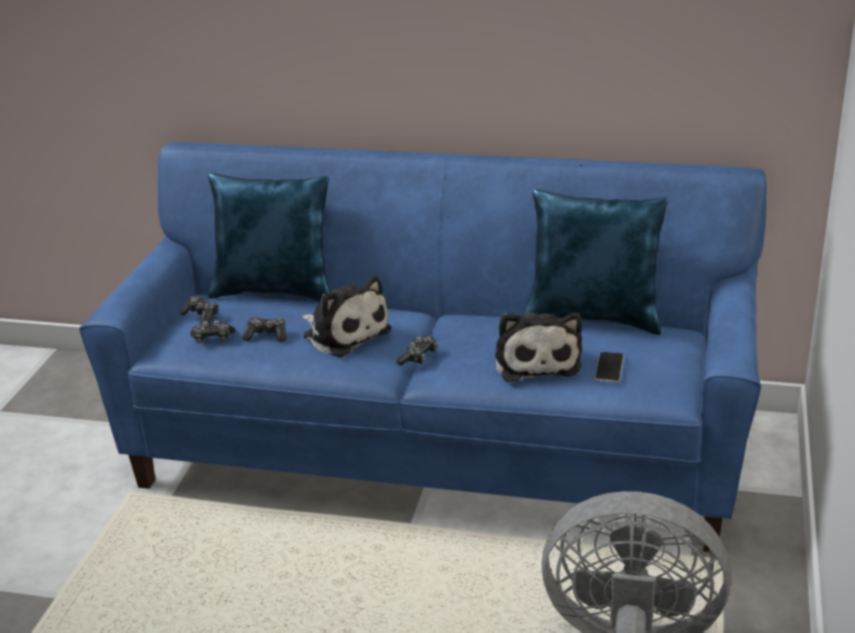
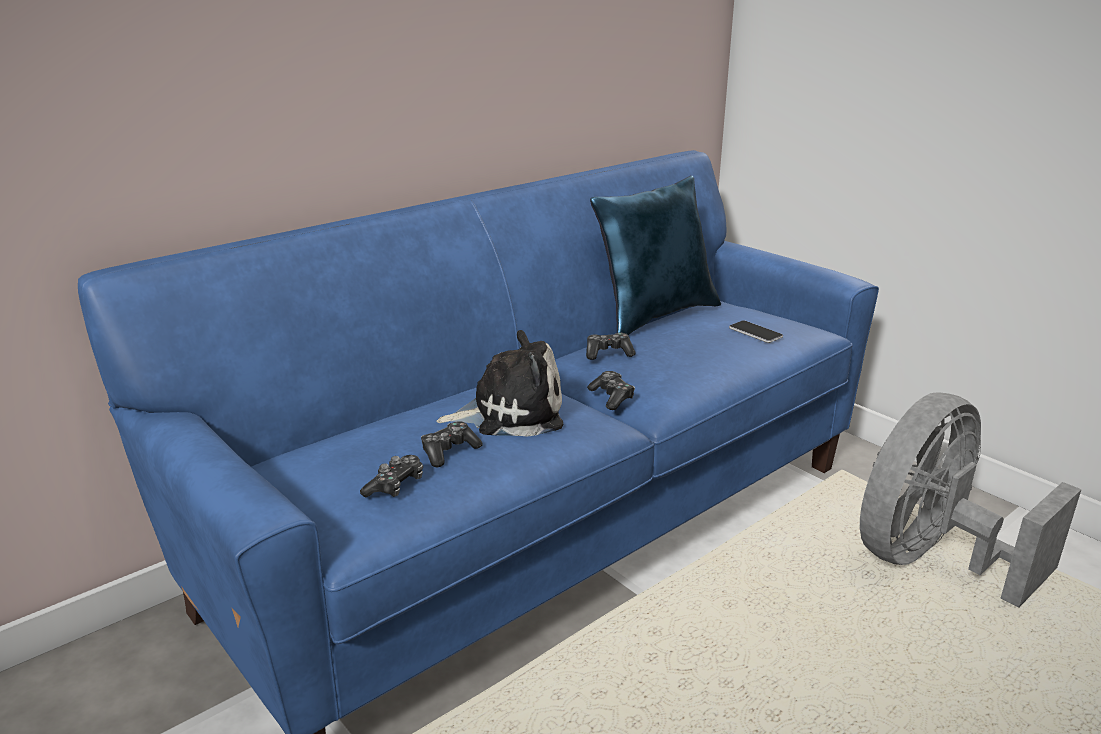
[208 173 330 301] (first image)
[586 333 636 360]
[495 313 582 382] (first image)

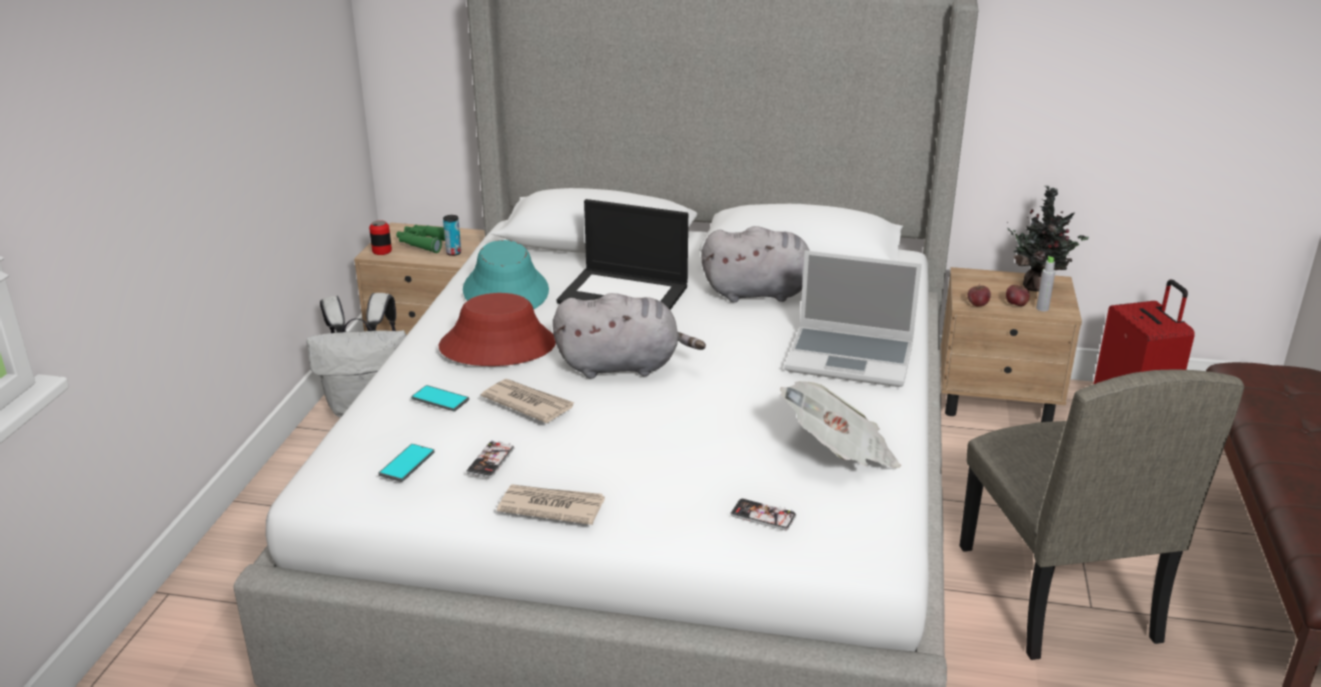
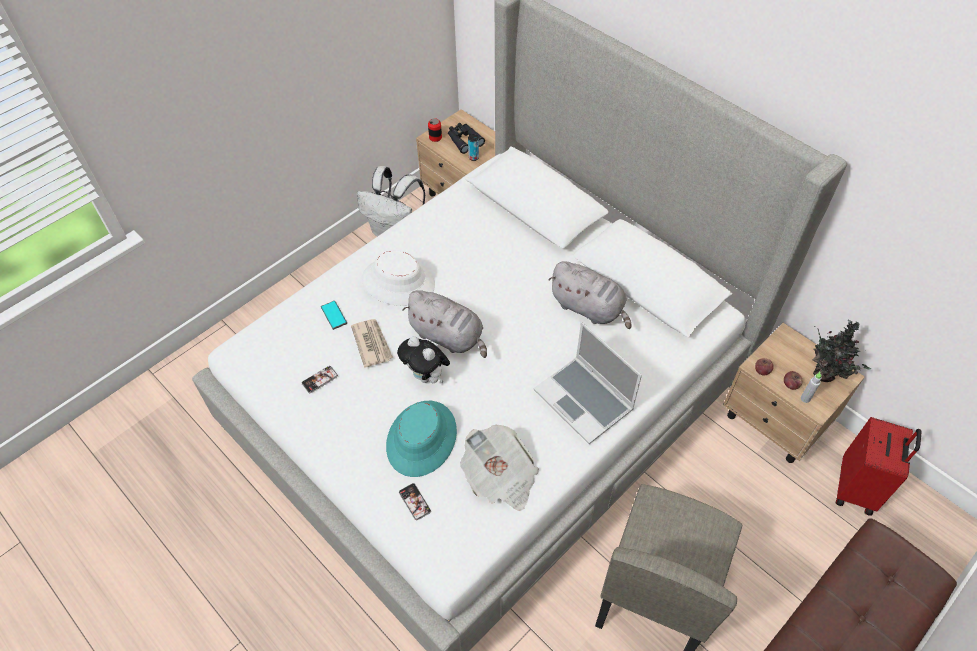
[557 199 688 310] (first image)
[448 123 485 154]
[386 401 457 477]
[362 251 435 306]
[379 444 435 482] (first image)
[497 485 605 525] (first image)
[397 336 450 383]

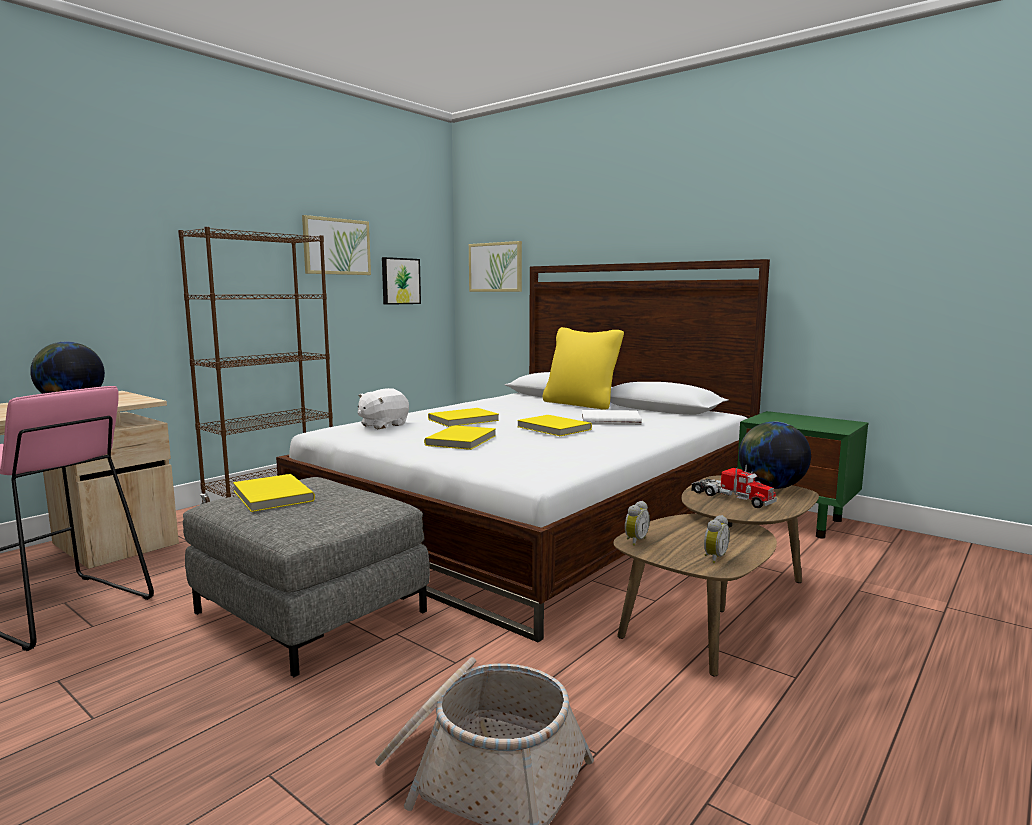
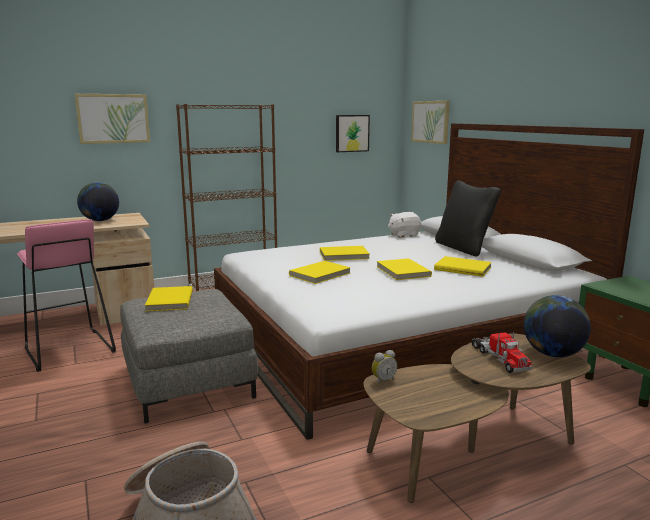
[75 94 150 144]
[435 180 501 256]
[388 212 421 238]
[434 256 492 277]
[704 515 730 563] (first image)

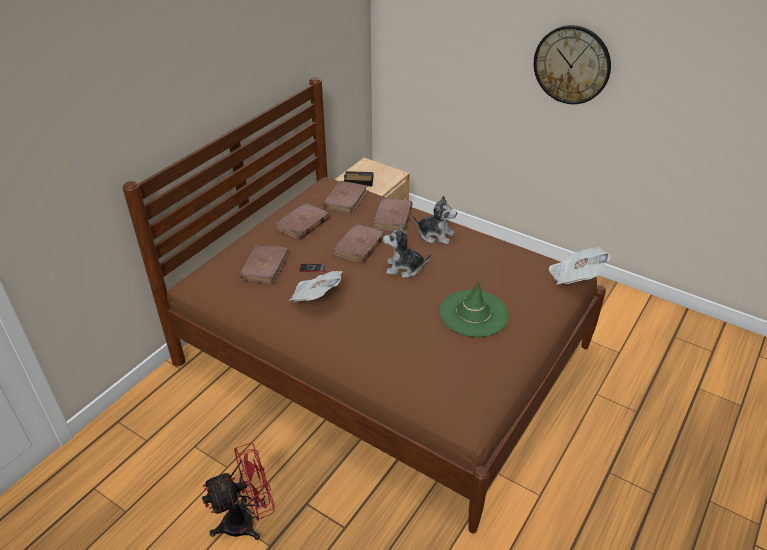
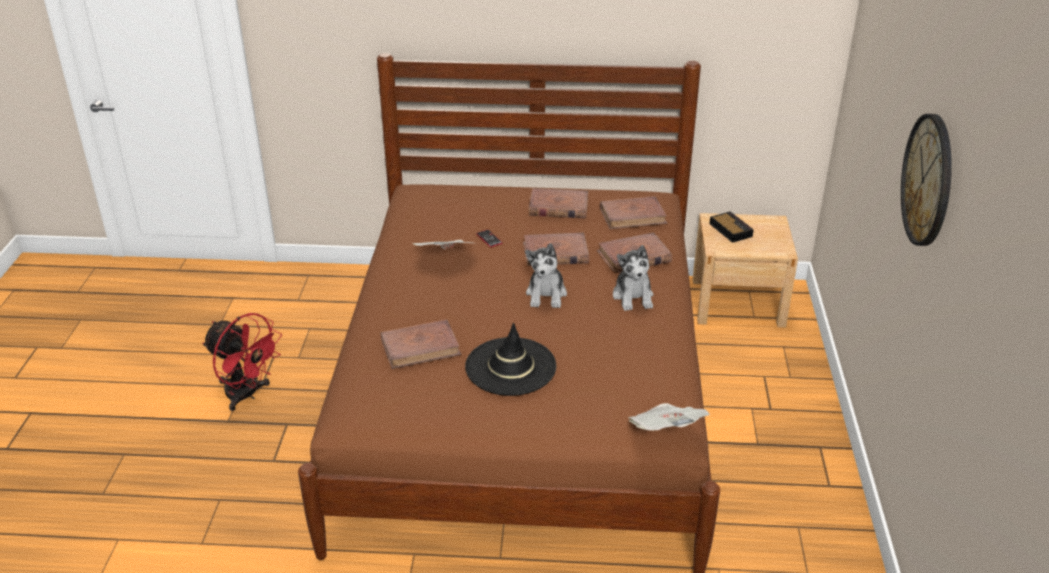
[525 243 567 308]
[381 319 461 369]
[465 323 556 396]

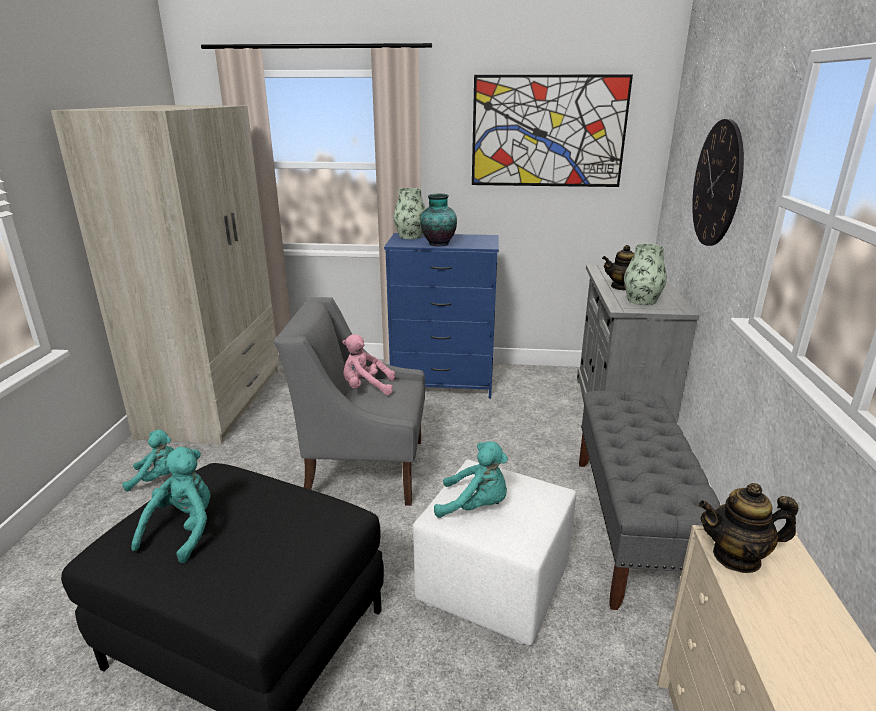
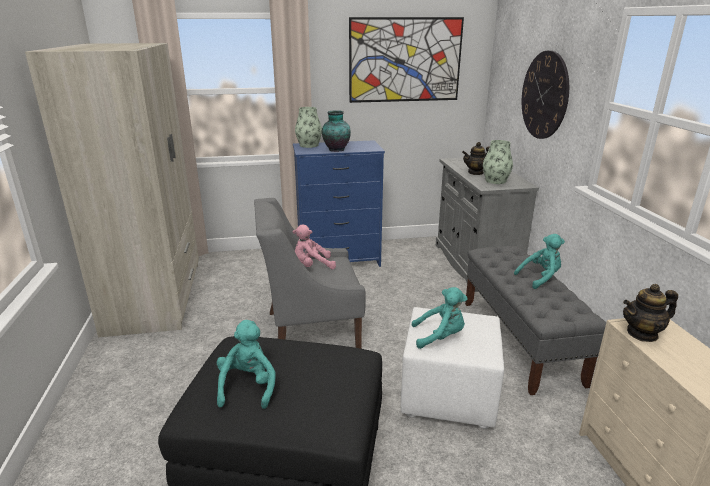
[514 234 565 289]

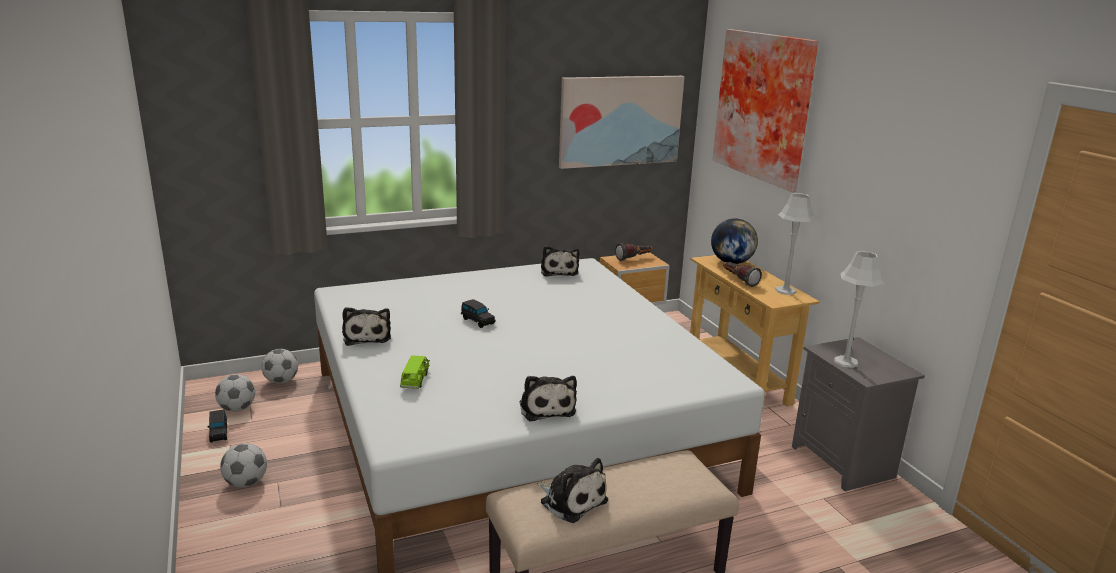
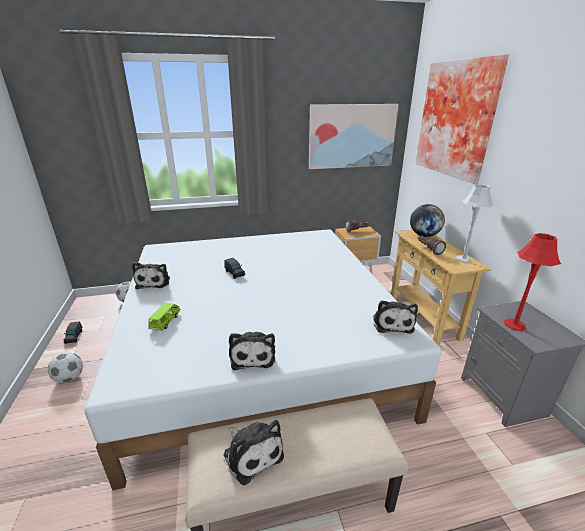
[373 300 418 334]
[504 233 561 331]
[215 374 255 412] (first image)

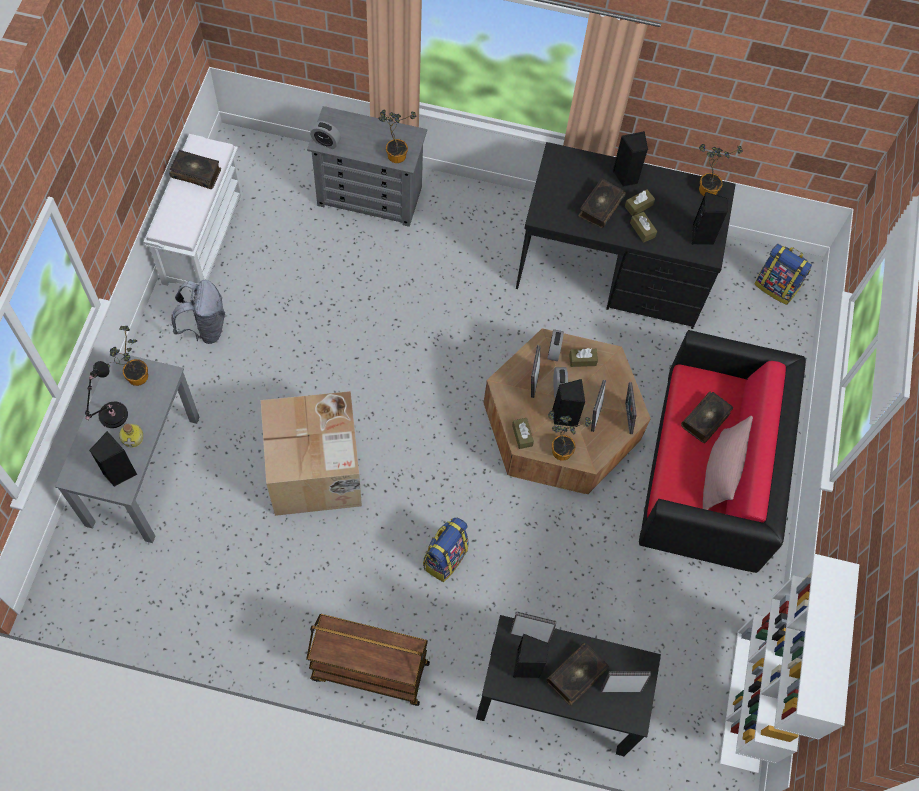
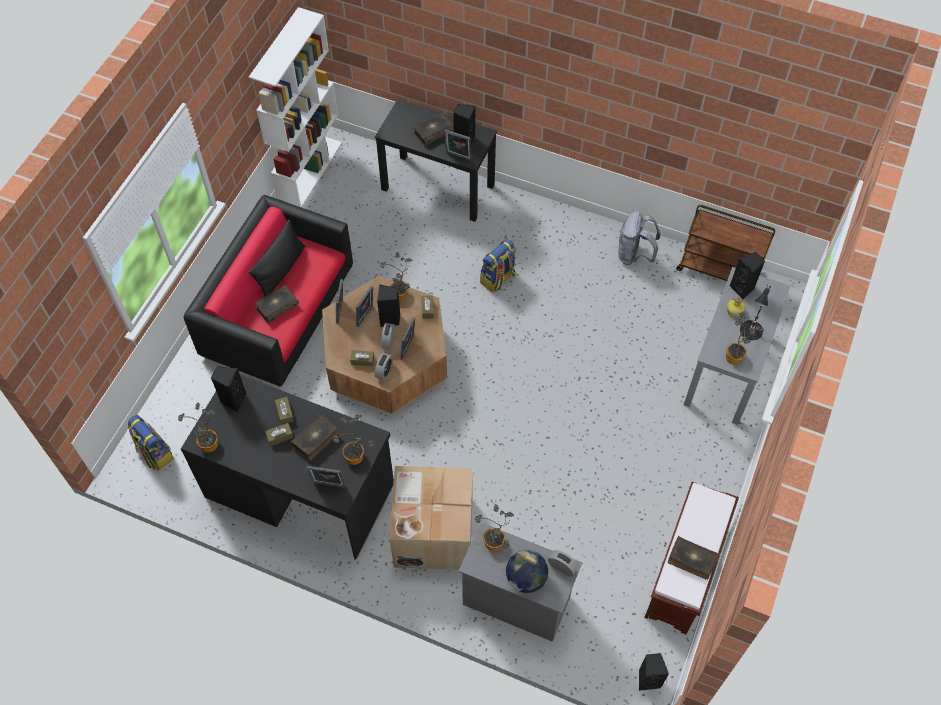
[639 653 669 691]
[644 482 739 634]
[618 211 661 265]
[389 466 473 570]
[249 220 305 297]
[676 205 775 281]
[307 466 345 488]
[333 415 374 465]
[506 550 548 593]

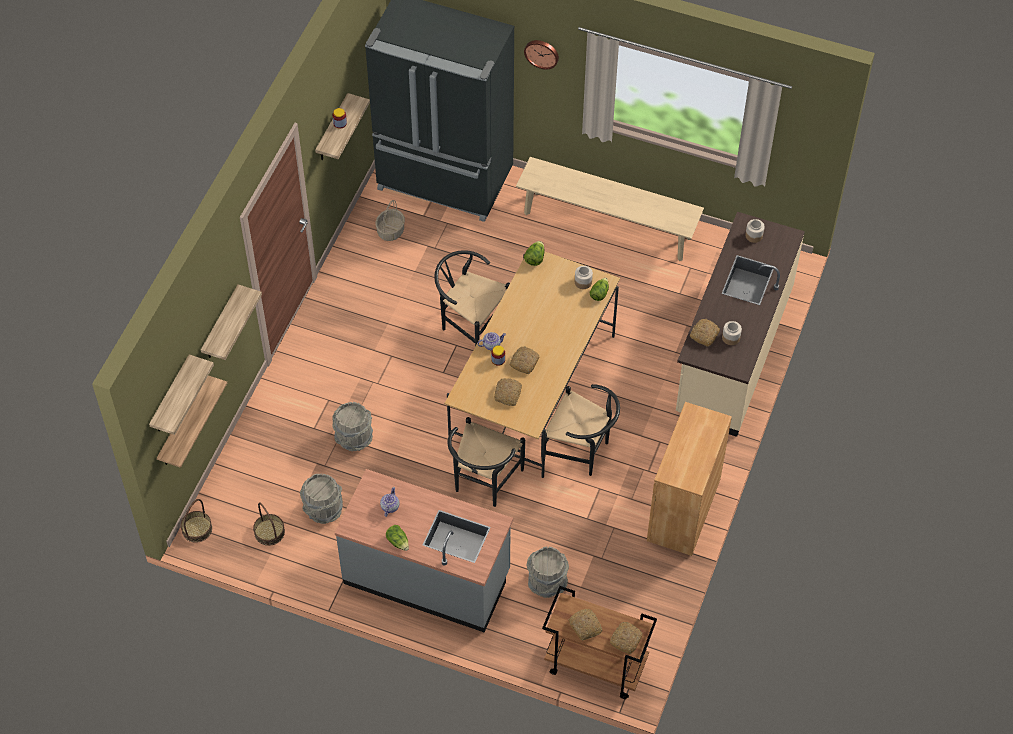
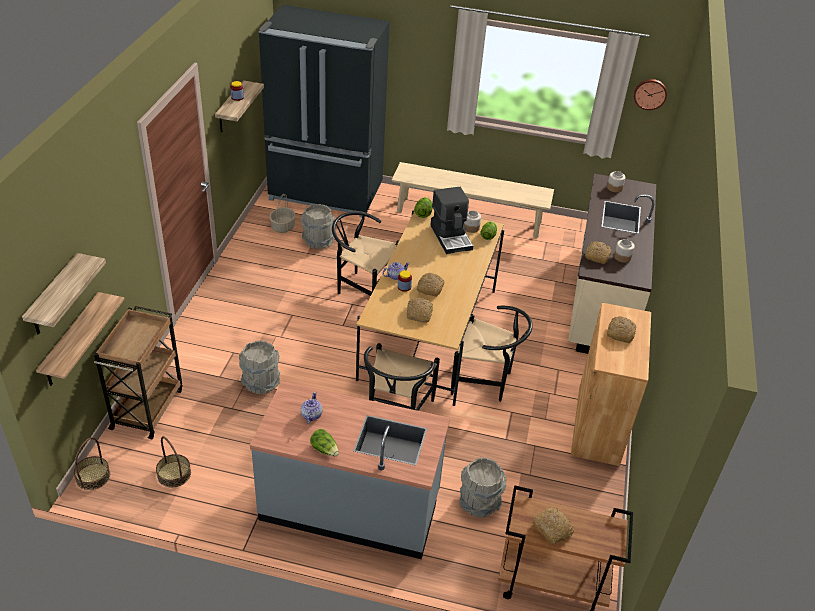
[634 79 667 110]
[201 284 262 360] (first image)
[300 204 335 249]
[607 316 636 343]
[430 187 473 254]
[94 306 183 439]

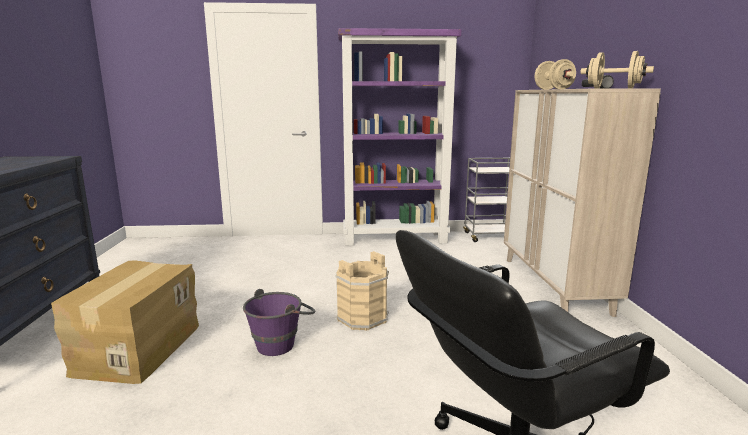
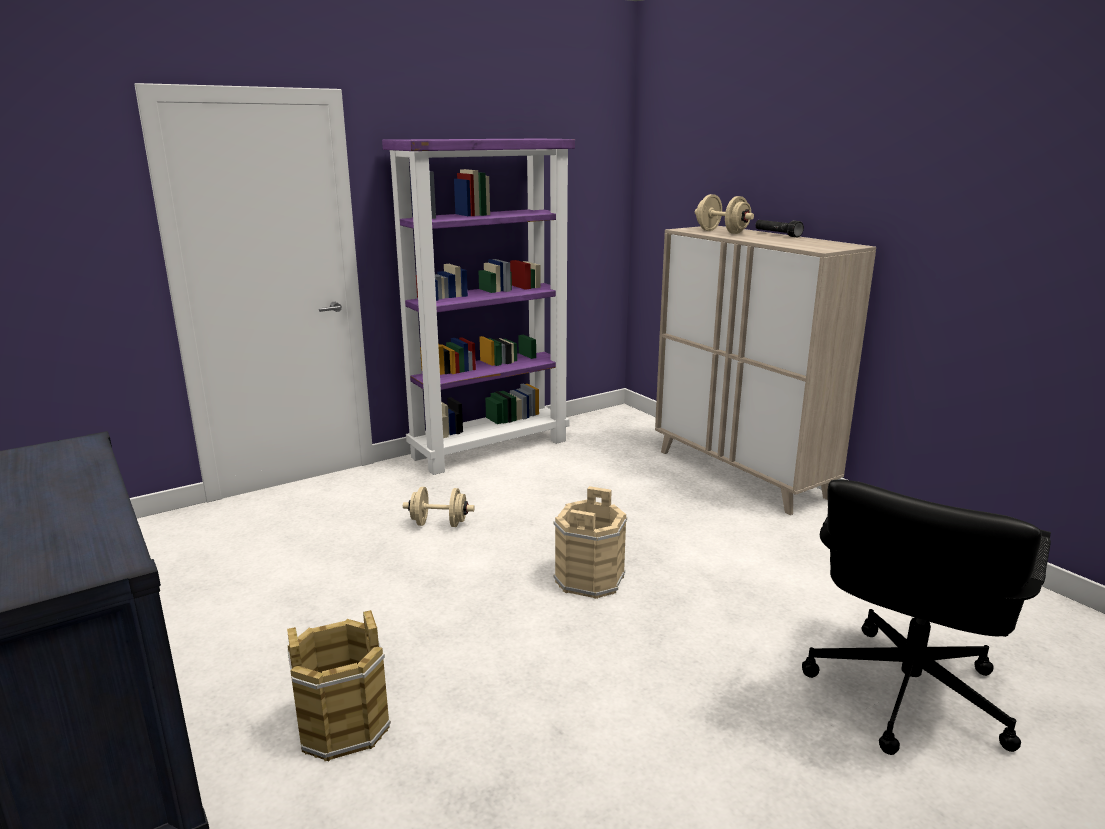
[403 487 475 527]
[463 158 510 242] (first image)
[287 610 391 762]
[243 289 315 356] (first image)

